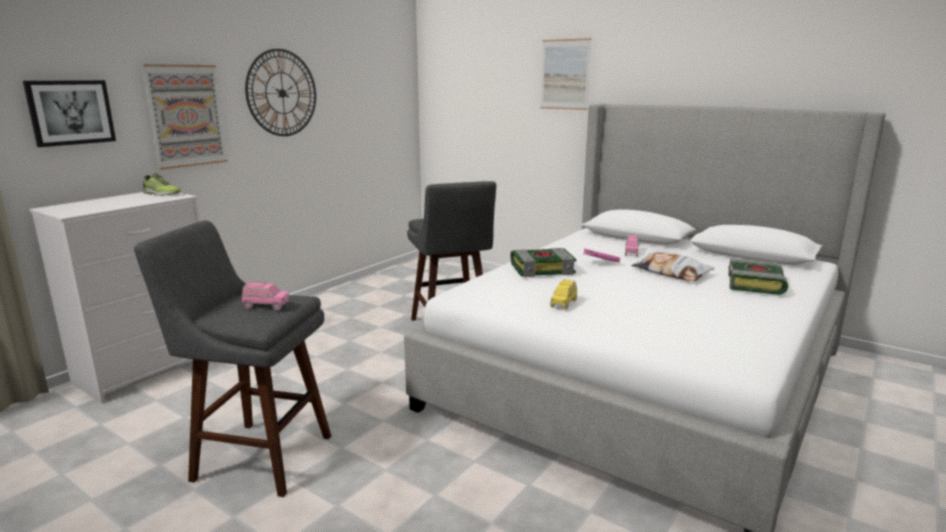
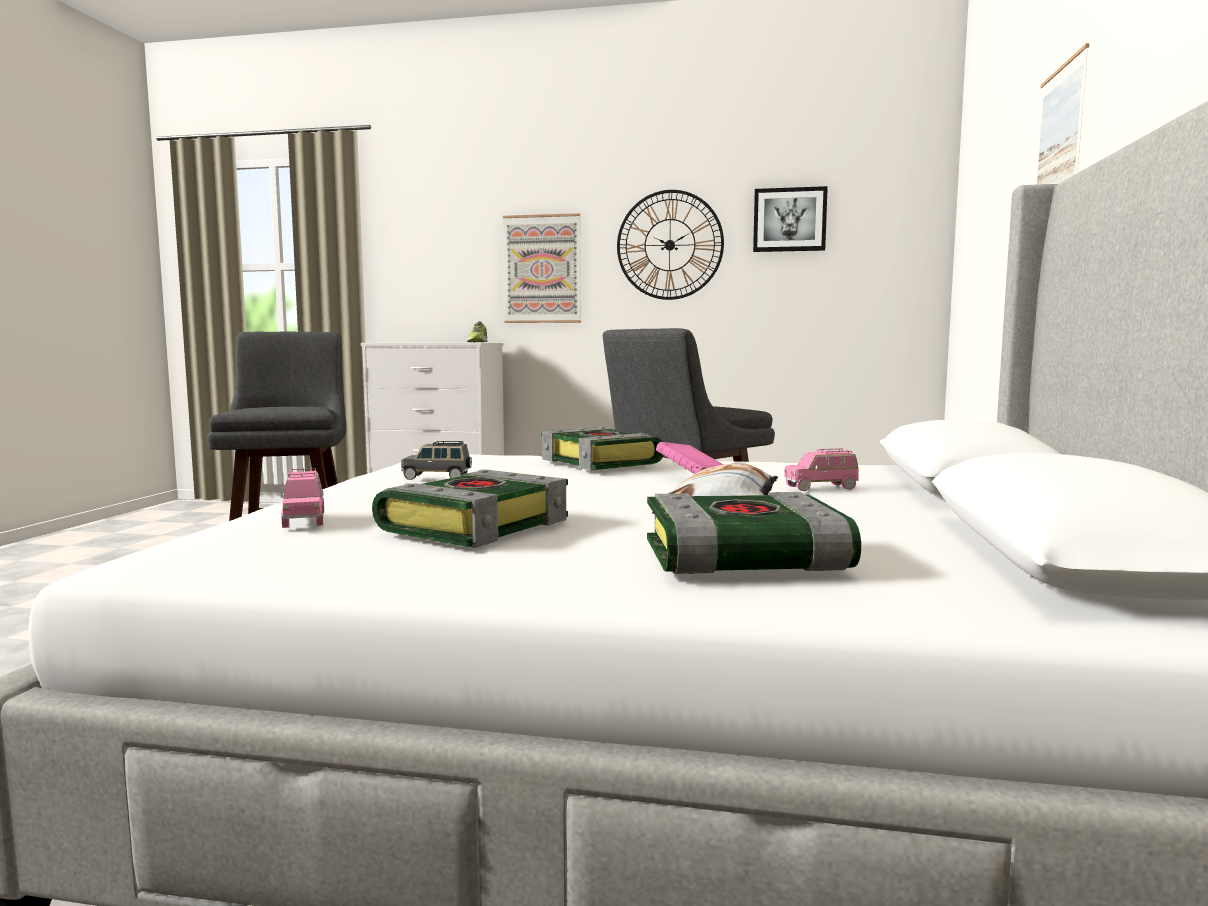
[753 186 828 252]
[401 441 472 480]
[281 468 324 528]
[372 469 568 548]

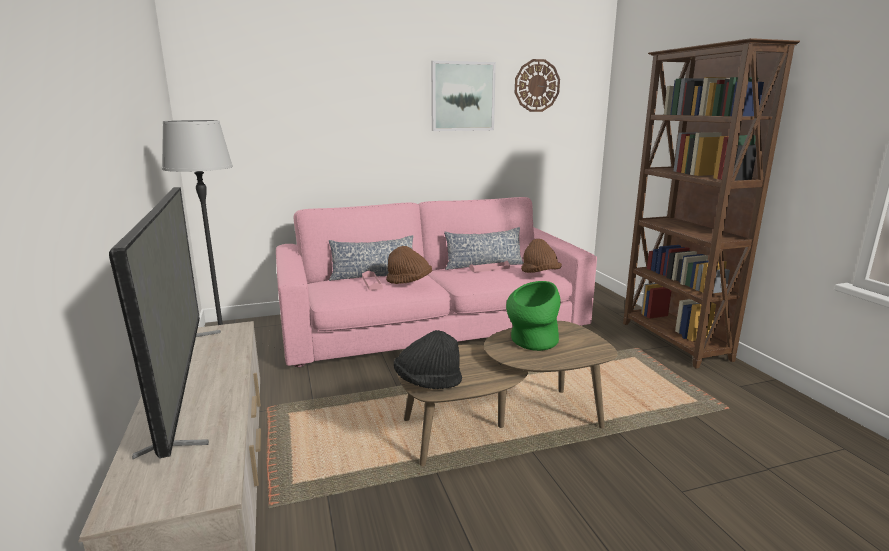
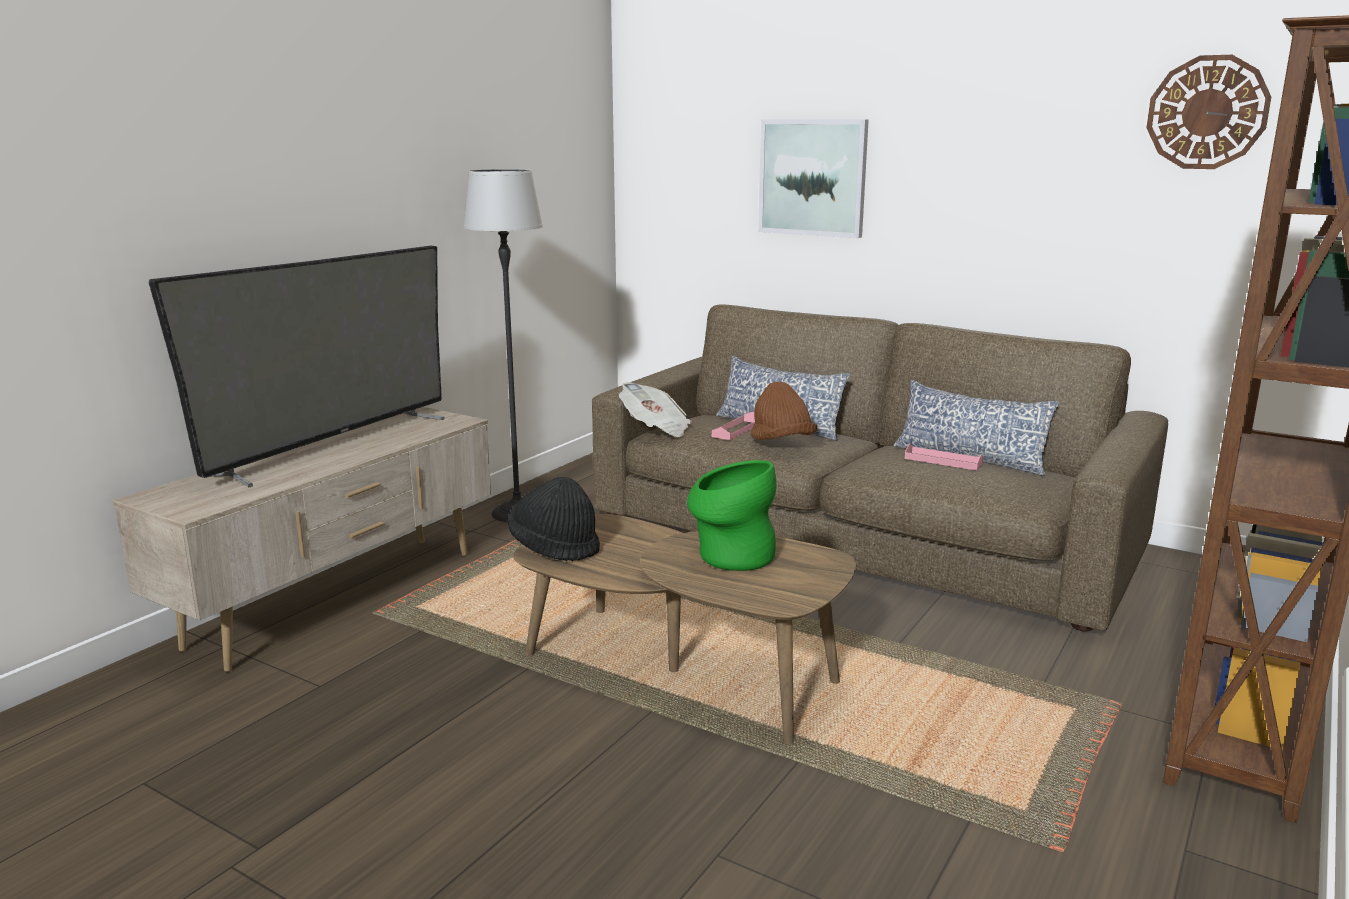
[758 119 869 238]
[592 305 1168 632]
[521 239 562 273] (first image)
[619 382 692 437]

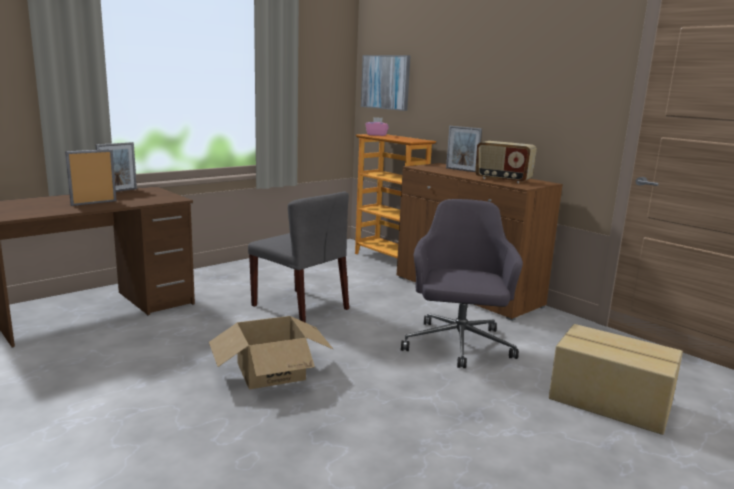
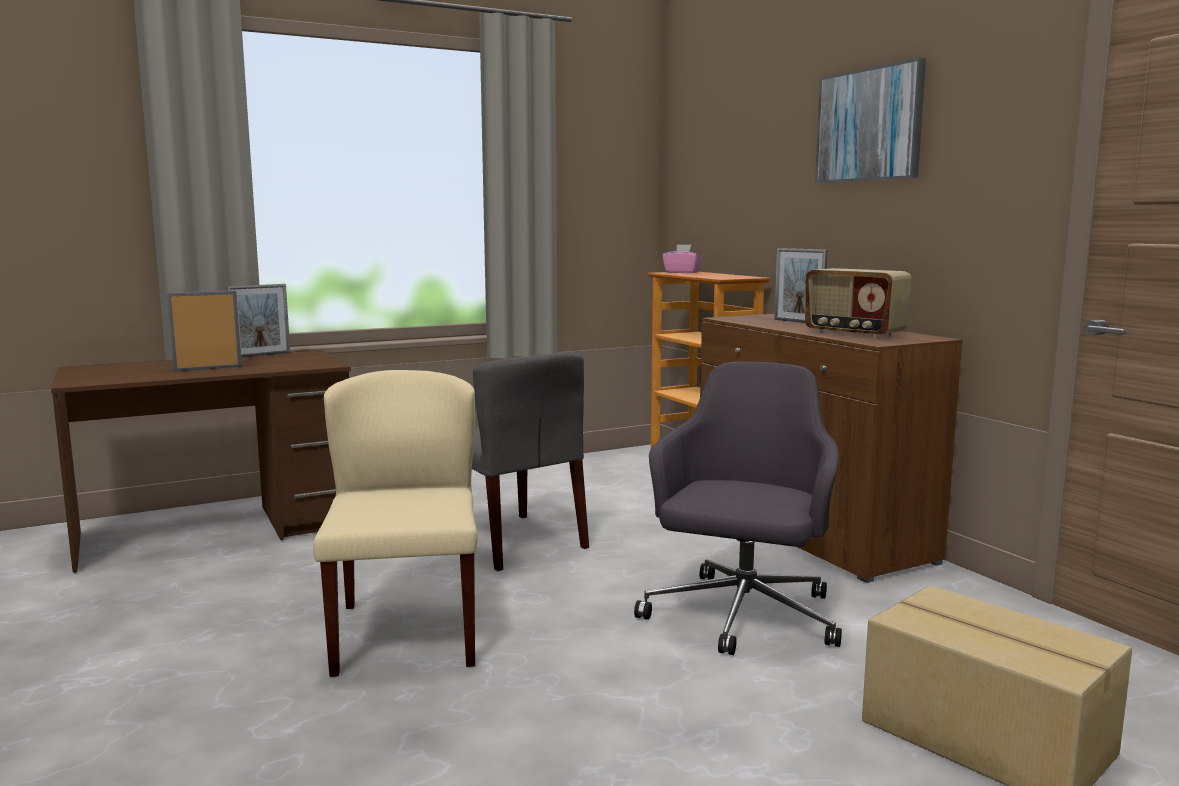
[815 58 926 183]
[313 370 478 677]

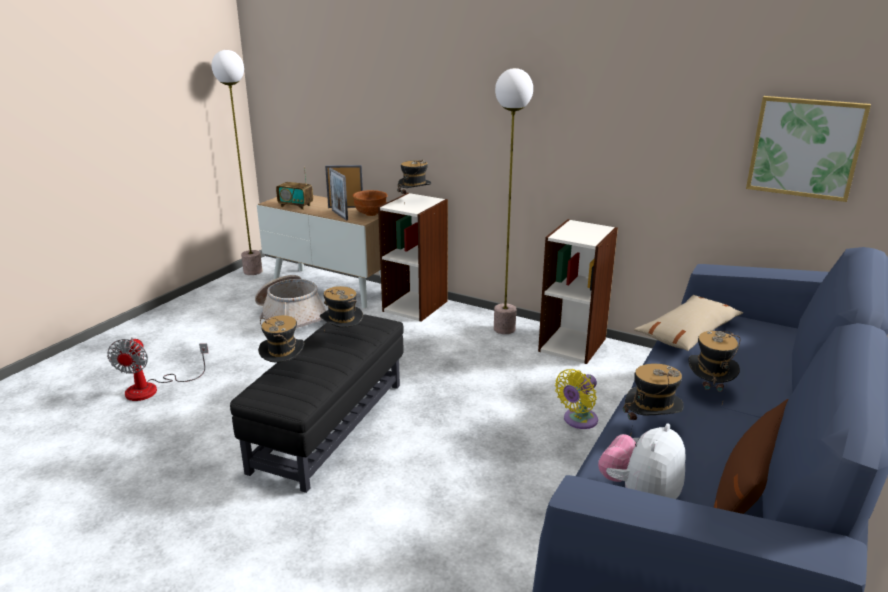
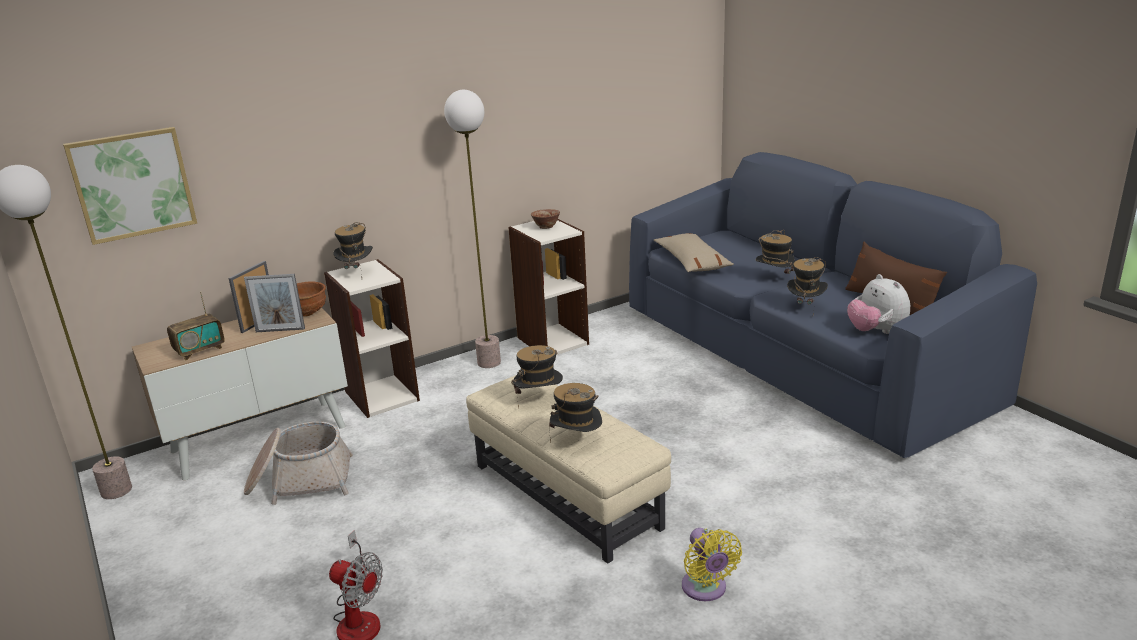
[63 127 197 245]
[466 375 671 564]
[682 528 742 601]
[531 209 560 229]

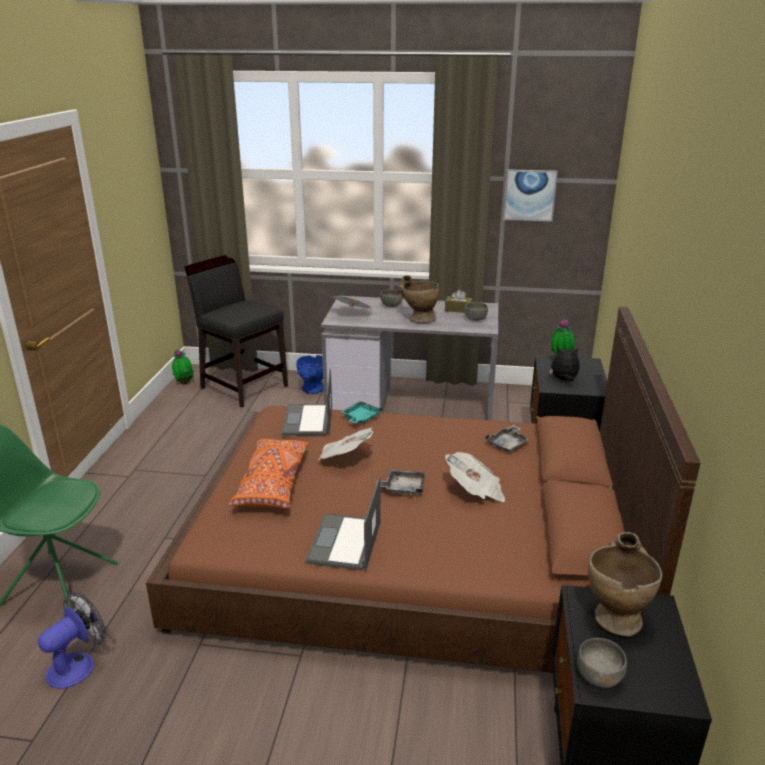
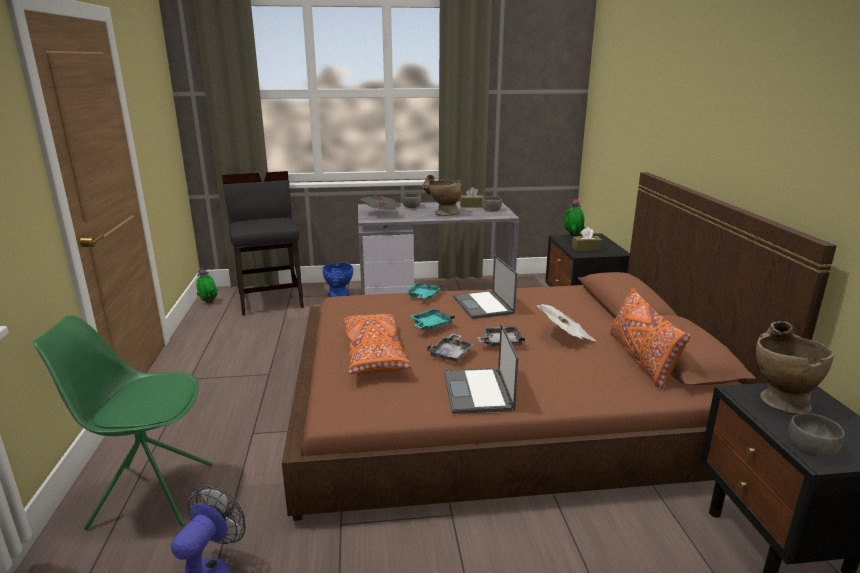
[503 169 558 222] (first image)
[222 171 304 316]
[572 227 602 251]
[453 255 517 319]
[427 333 475 362]
[410 308 455 330]
[610 288 691 391]

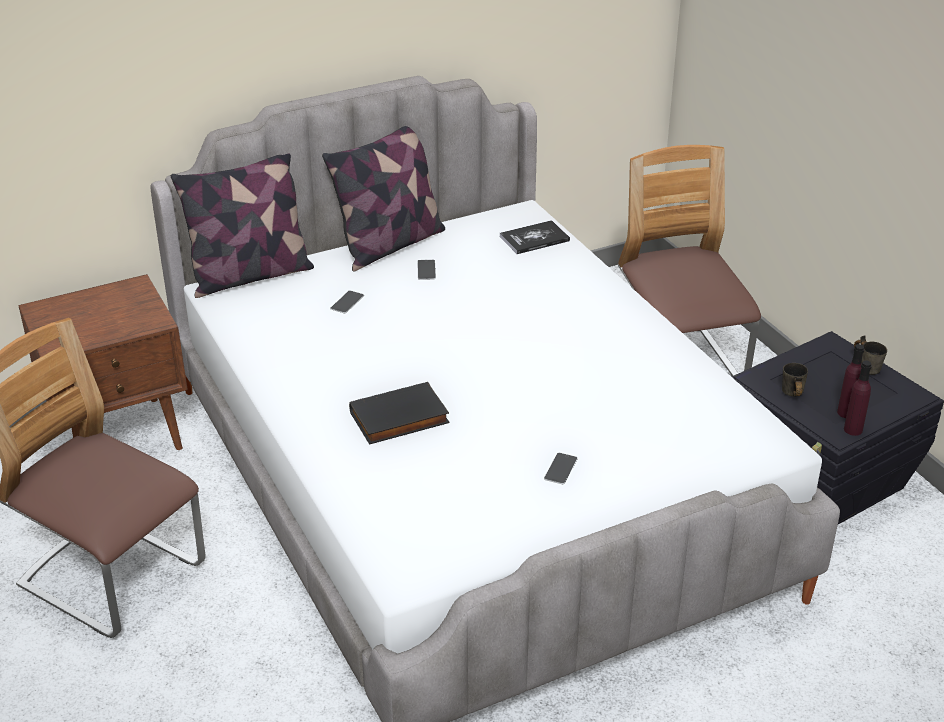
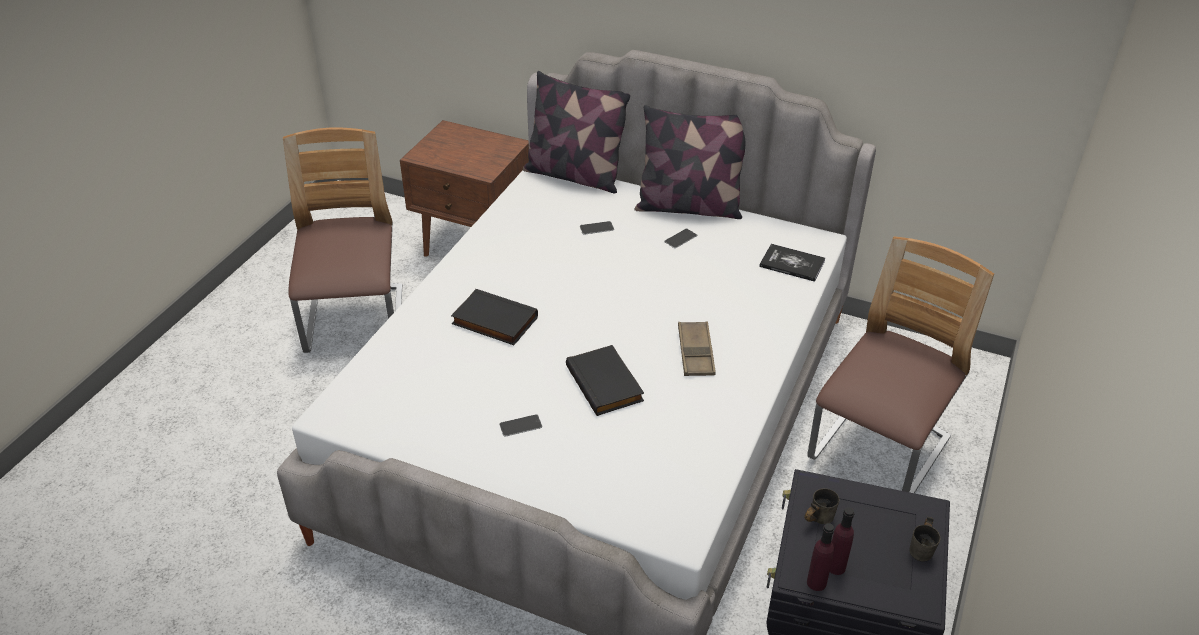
[678 321 716 376]
[566 345 644 416]

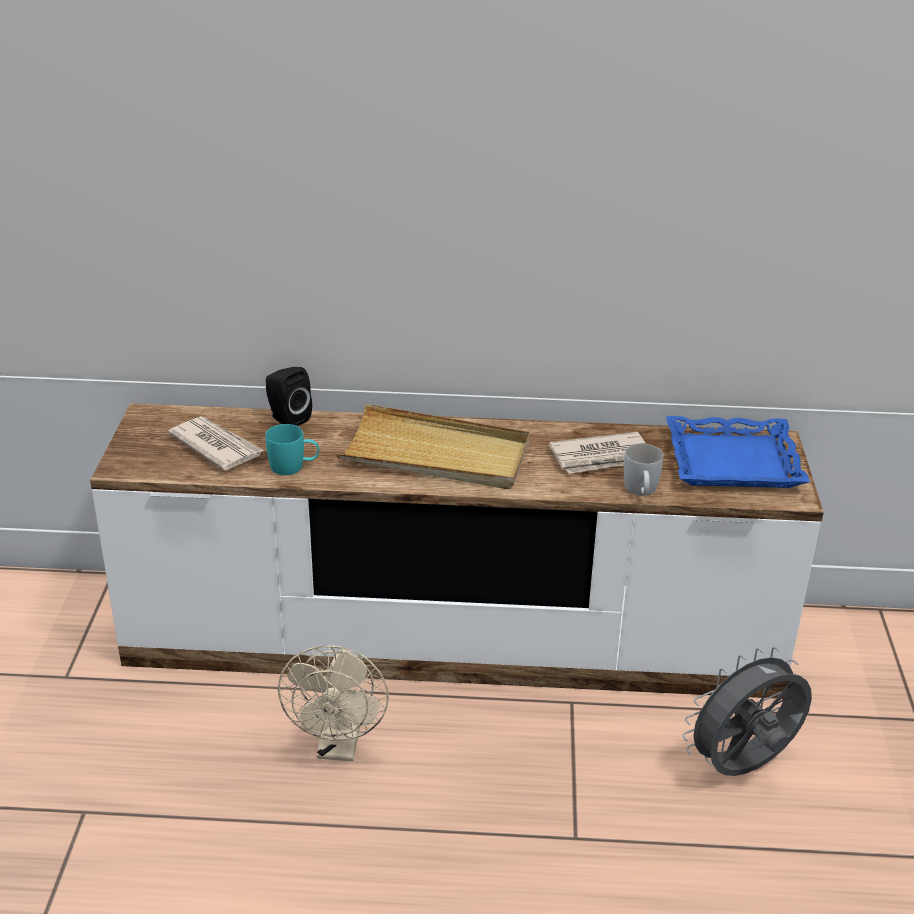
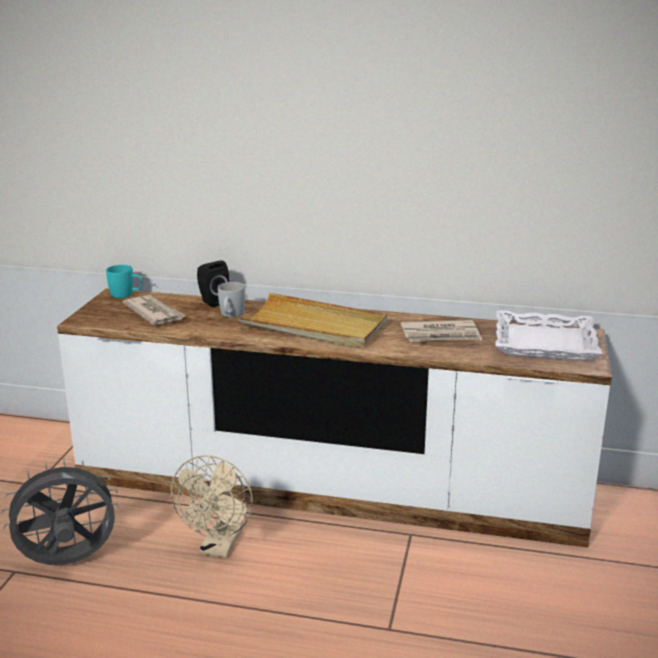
[495 310 602 361]
[106 265 143 298]
[218 282 245 317]
[1 458 119 565]

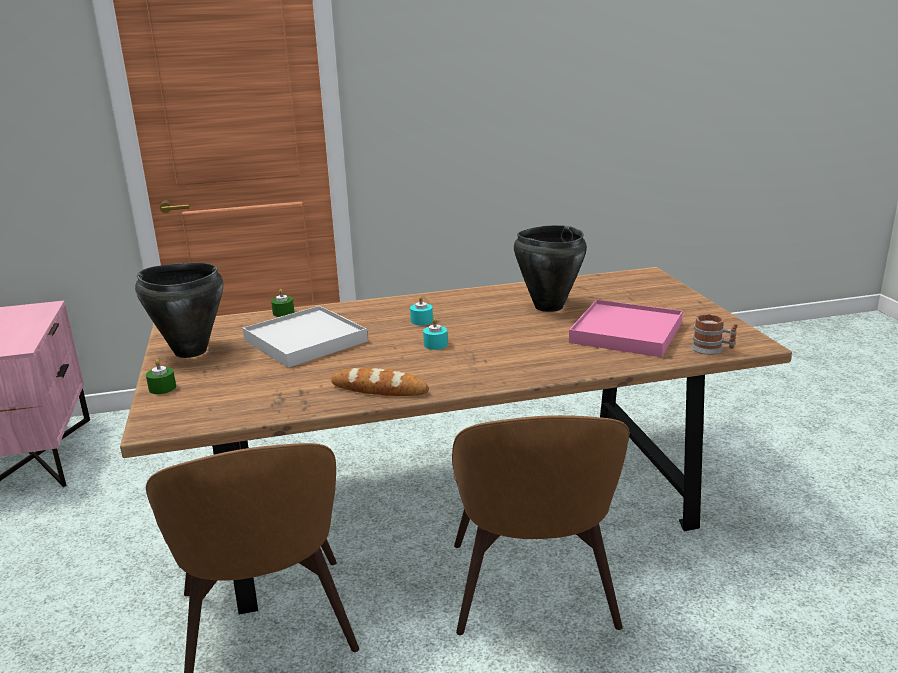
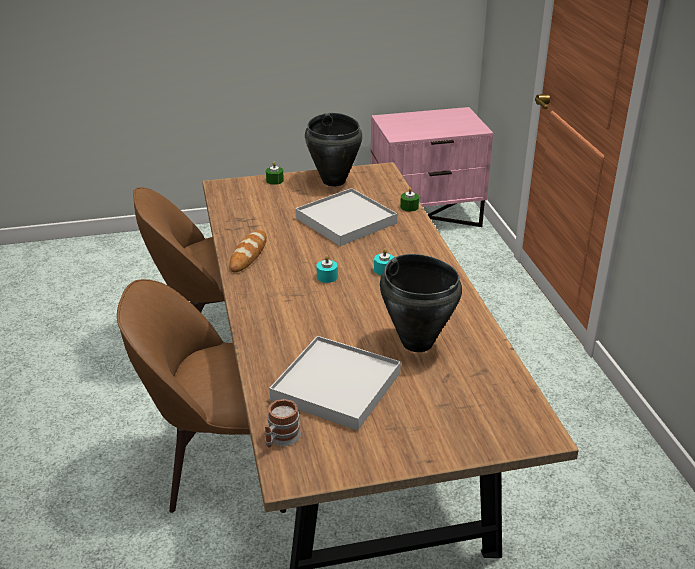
[269 336 401 431]

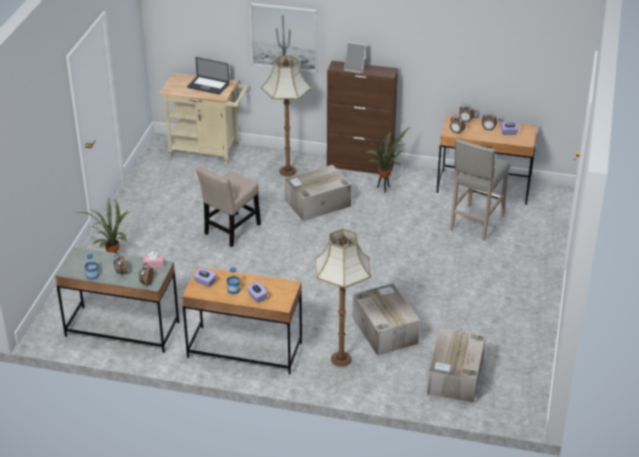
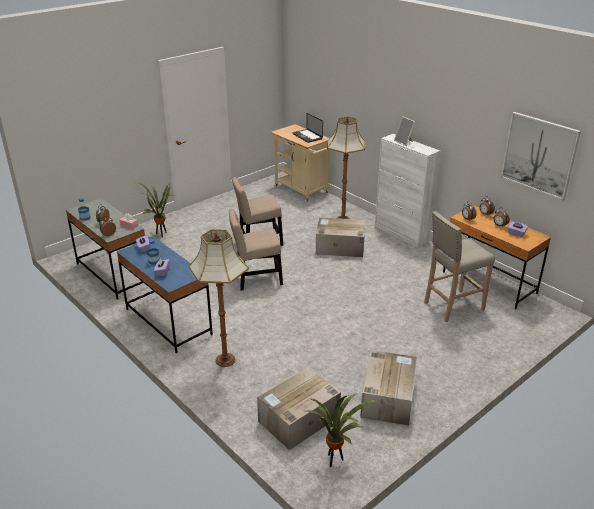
[501 112 581 200]
[375 134 440 248]
[305 393 380 467]
[117 237 213 353]
[360 350 417 426]
[229 208 283 290]

